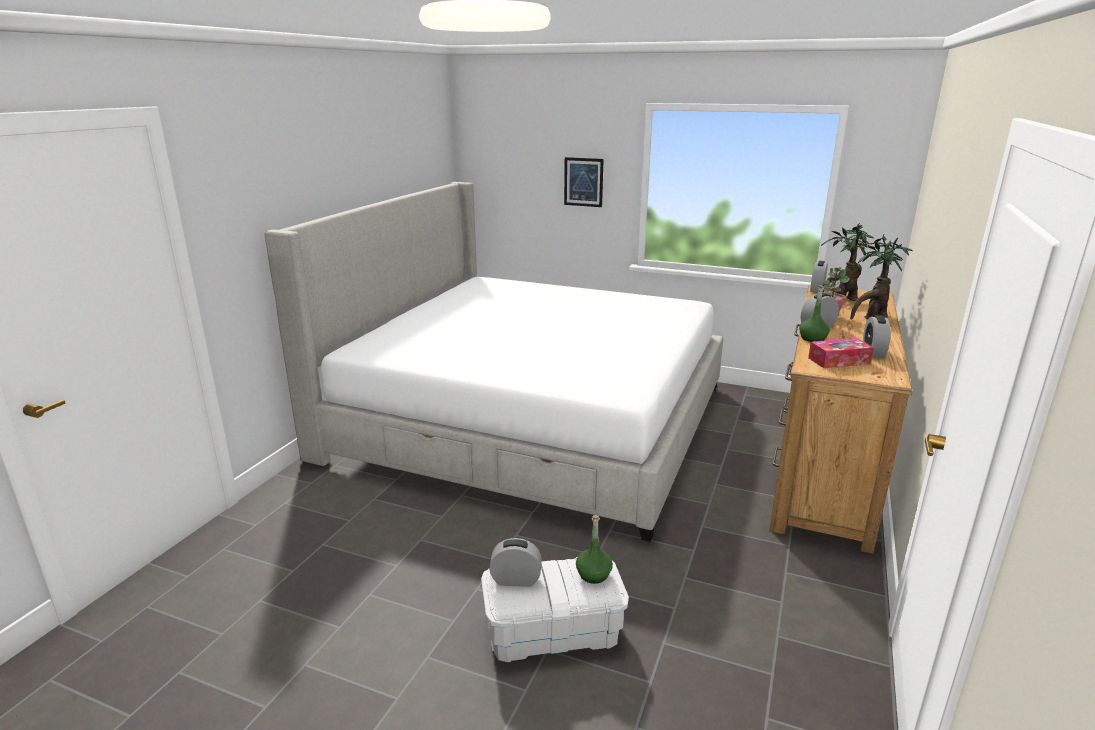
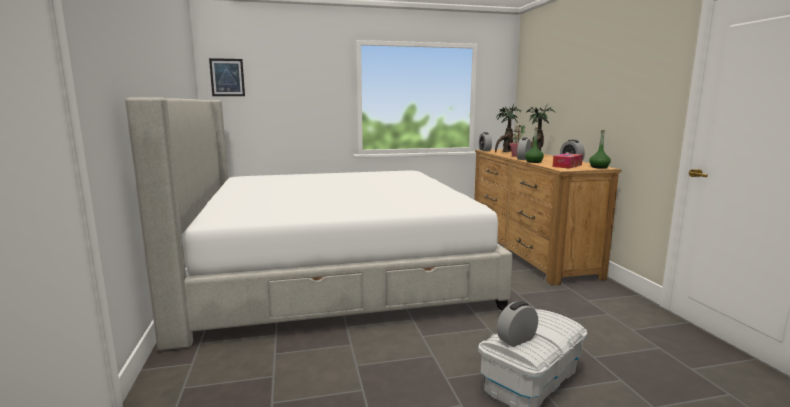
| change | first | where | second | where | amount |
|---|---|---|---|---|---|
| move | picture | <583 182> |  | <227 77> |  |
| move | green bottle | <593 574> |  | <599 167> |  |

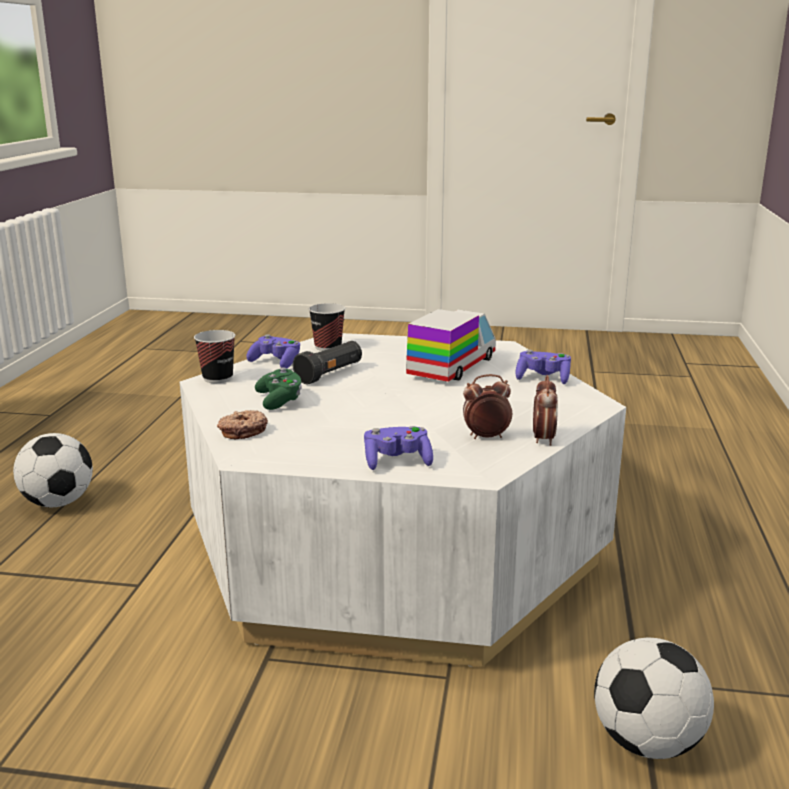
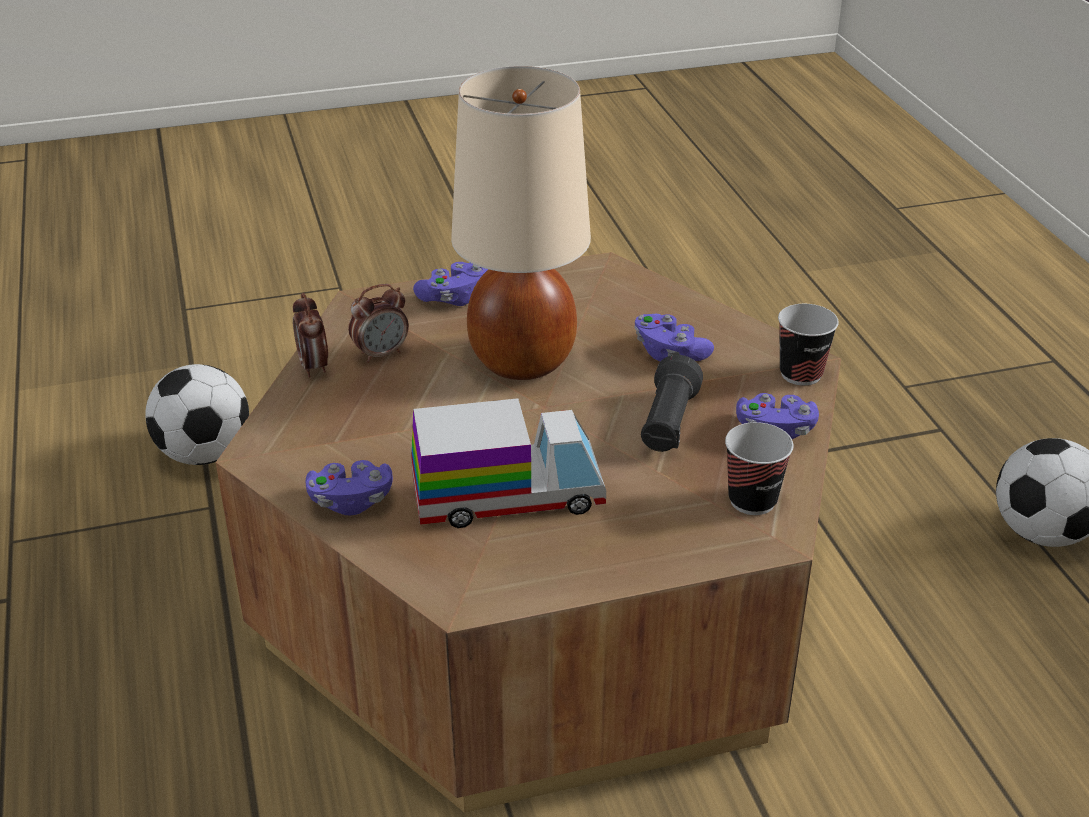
| change | first | where | second | where | amount |
|---|---|---|---|---|---|
| delete | donut | <242 431> |  |  |  |
| insert |  |  | beige table lamp | <523 362> |  |
| recolor | white coffee table | <394 549> | brown coffee table | <543 594> |  |
| recolor | green game controller | <280 400> | purple game controller | <669 353> |  |
| rotate | toy truck | <452 367> |  | <508 496> | 105 degrees counterclockwise |

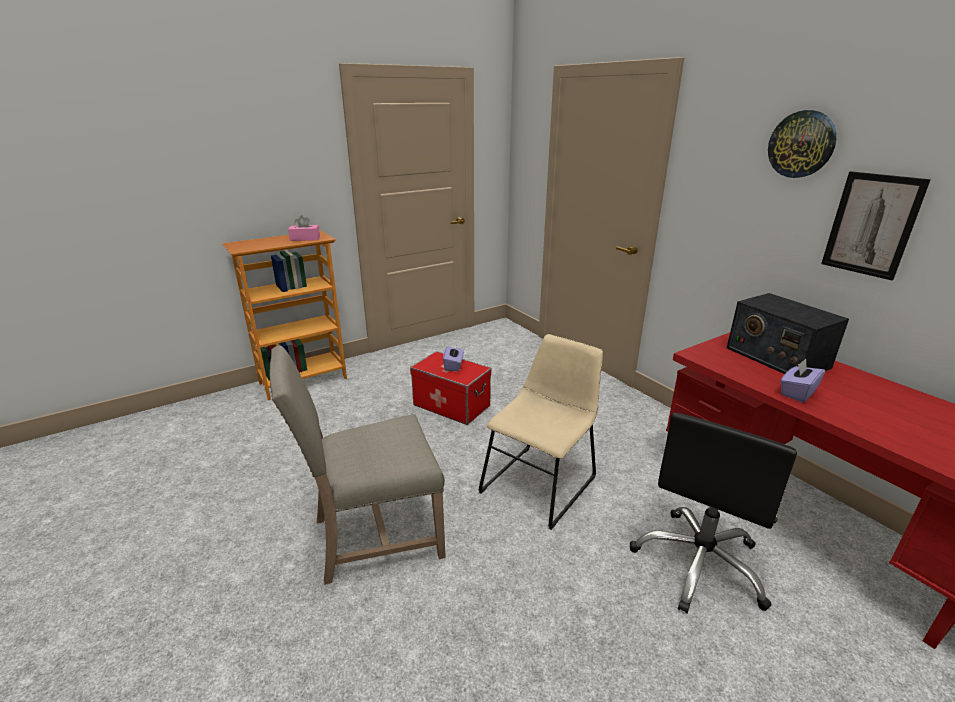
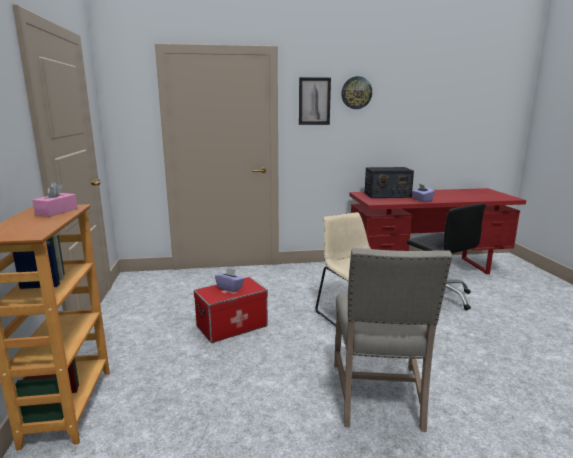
| change | first | where | second | where | amount |
|---|---|---|---|---|---|
| move | picture | <871 225> |  | <314 101> |  |

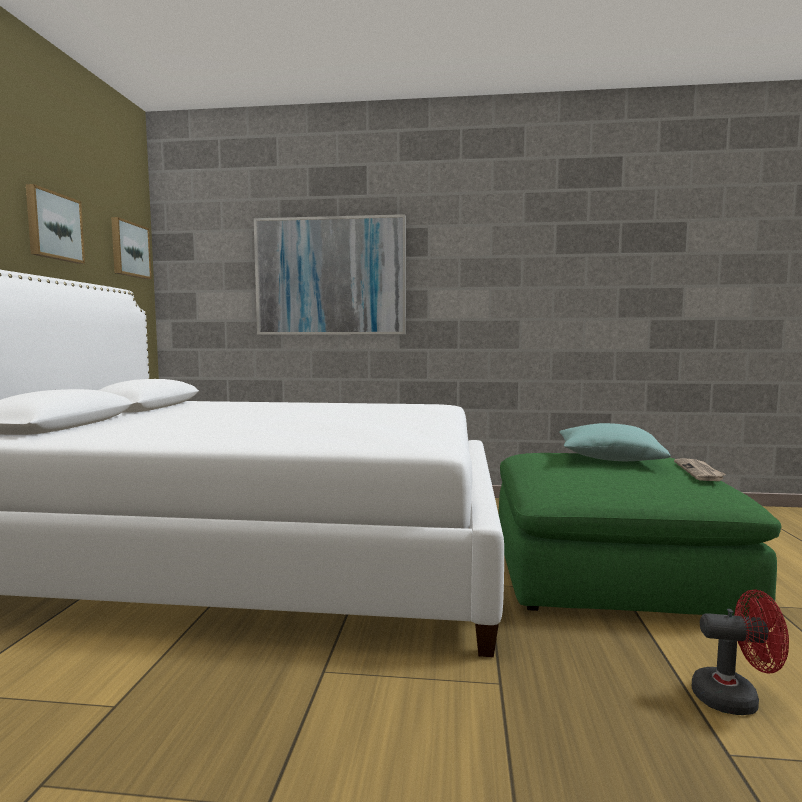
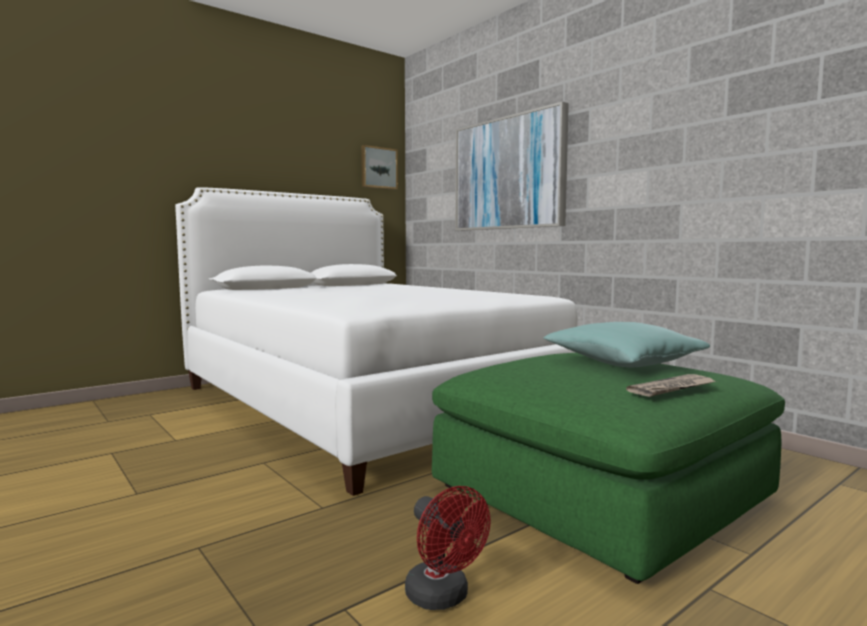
| change | first | where | second | where | amount |
|---|---|---|---|---|---|
| delete | picture | <53 226> |  |  |  |

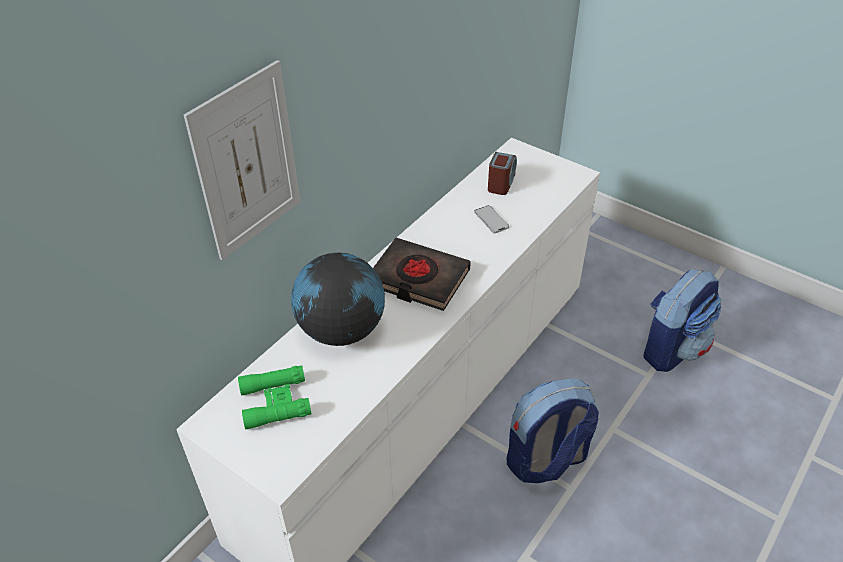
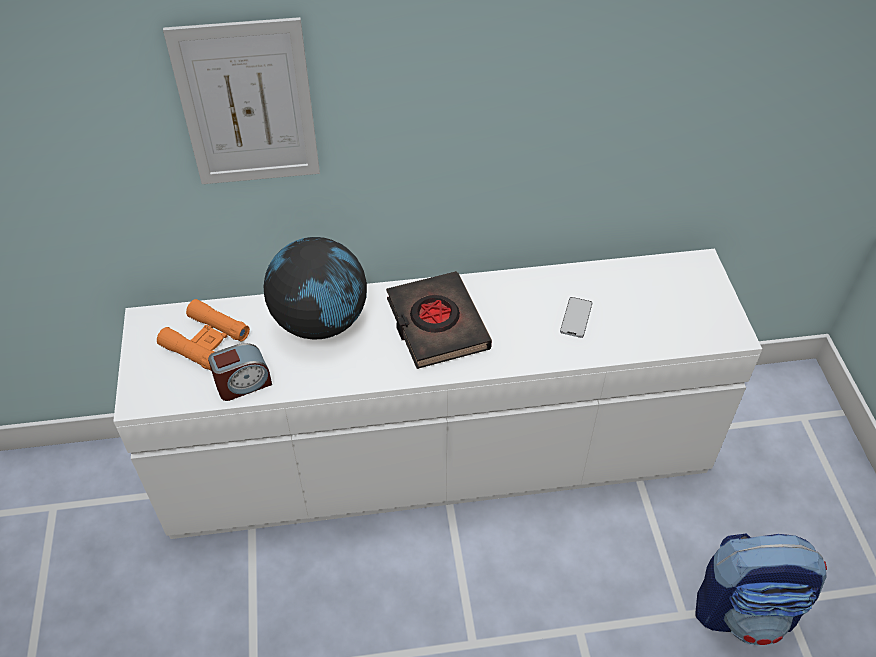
| change | first | where | second | where | amount |
|---|---|---|---|---|---|
| delete | backpack | <546 460> |  |  |  |
| move | alarm clock | <501 183> |  | <243 384> |  |
| recolor | green binoculars | <275 401> | orange binoculars | <205 341> |  |

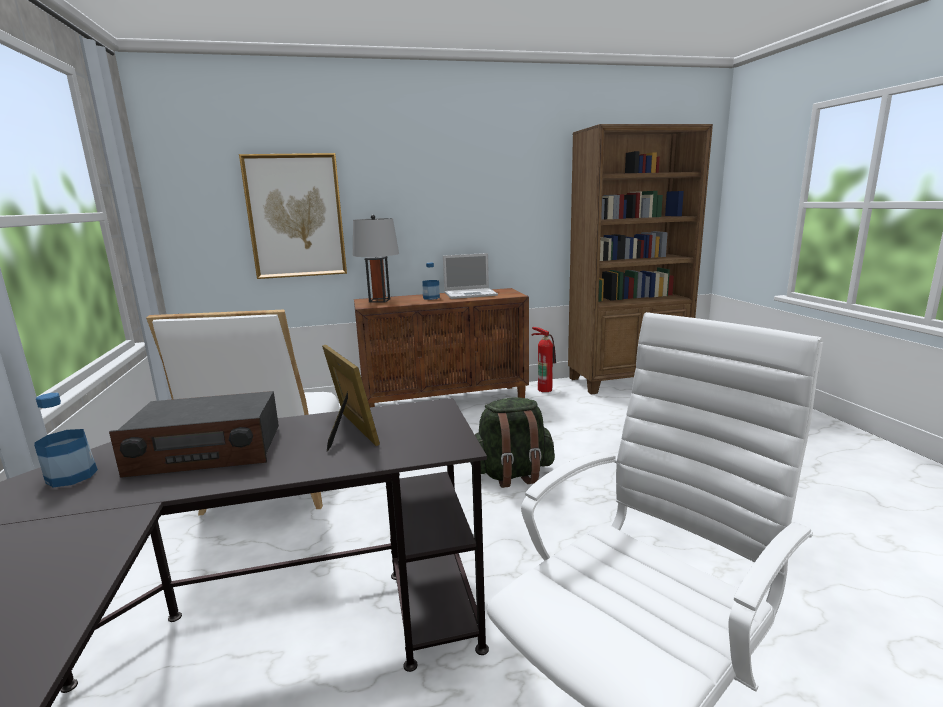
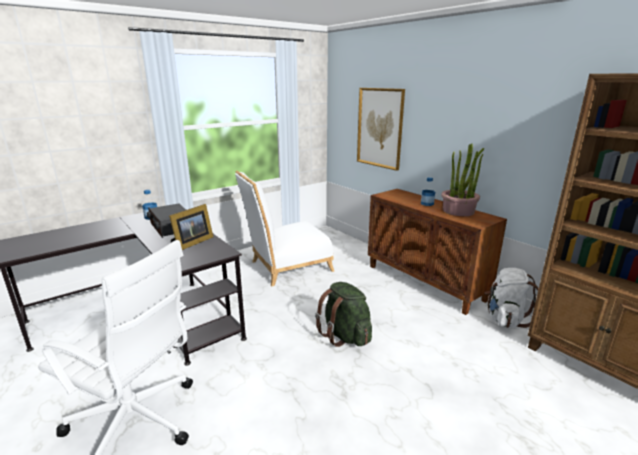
| change | first | where | second | where | amount |
|---|---|---|---|---|---|
| delete | grey table lamp | <379 300> |  |  |  |
| replace | laptop | <471 294> | potted plant | <458 211> |  |
| replace | fire extinguisher | <544 389> | white backpack | <505 319> |  |

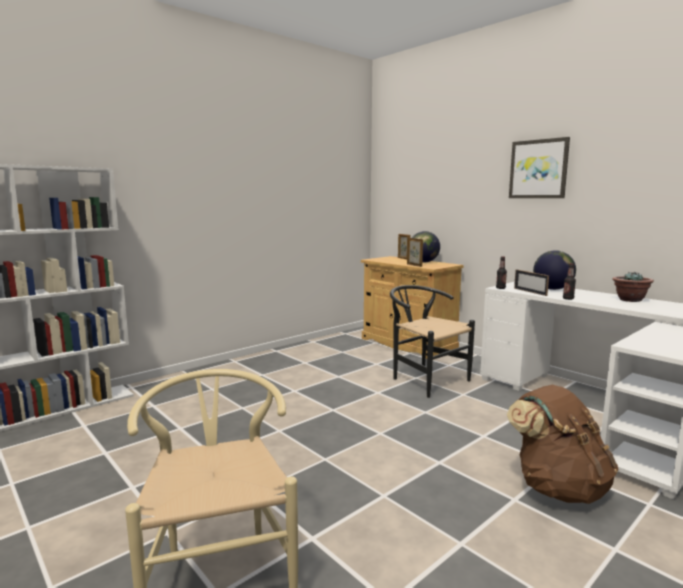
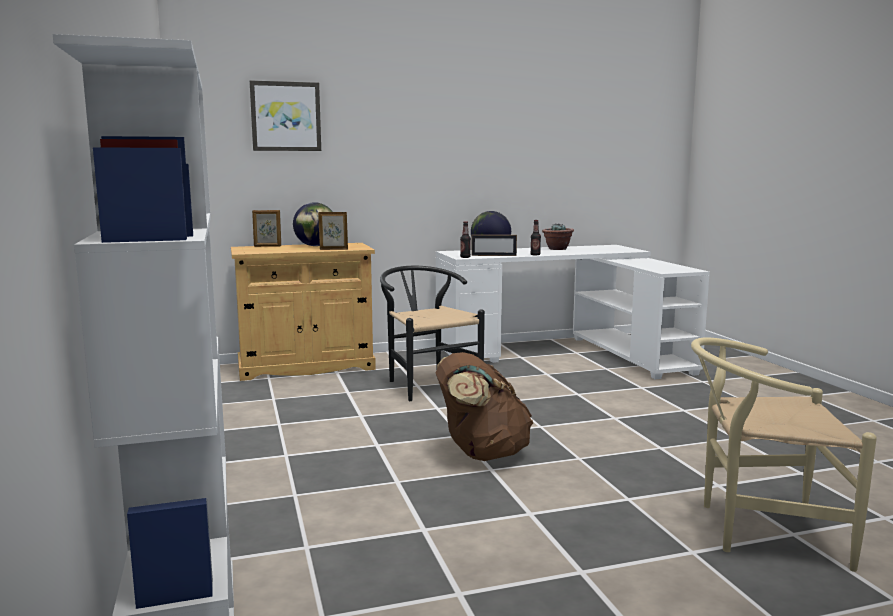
| change | first | where | second | where | amount |
|---|---|---|---|---|---|
| move | brown backpack | <557 487> |  | <481 453> |  |
| move | picture | <538 169> |  | <286 116> |  |
| rotate | black chair | <424 379> |  | <427 383> | 75 degrees clockwise |

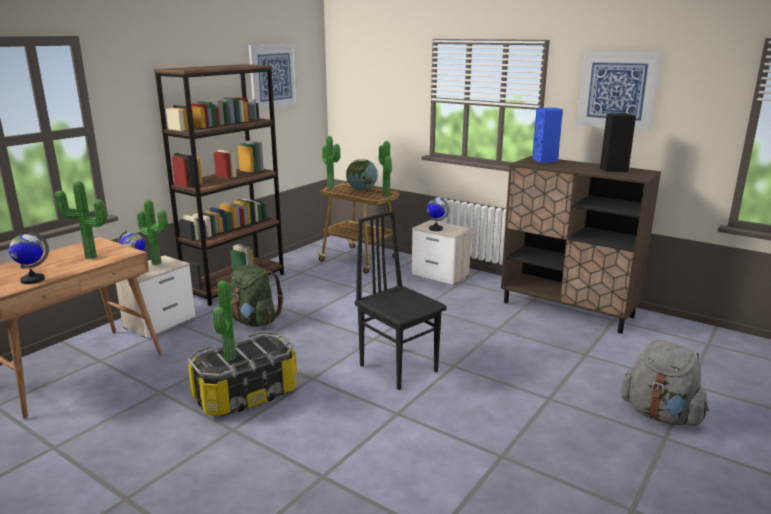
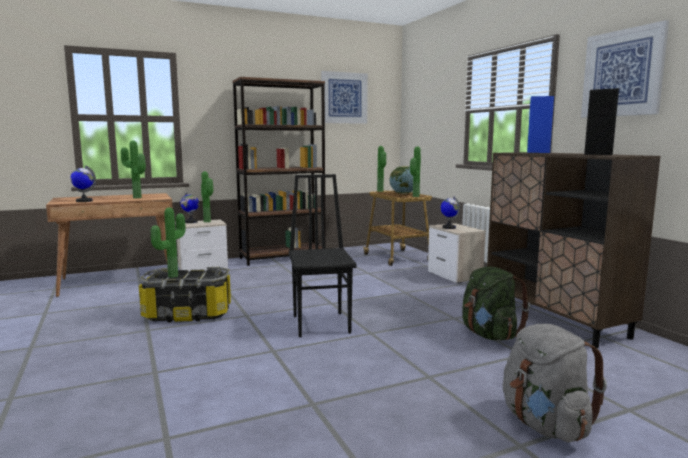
| change | first | where | second | where | amount |
|---|---|---|---|---|---|
| move | green backpack | <254 321> |  | <489 335> |  |

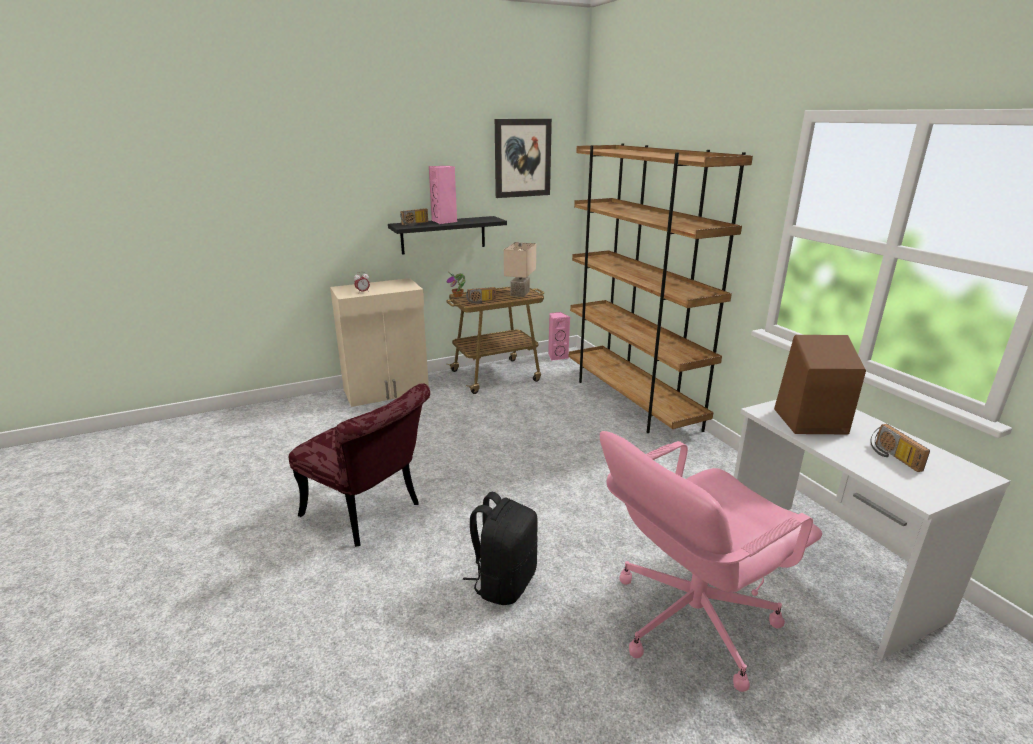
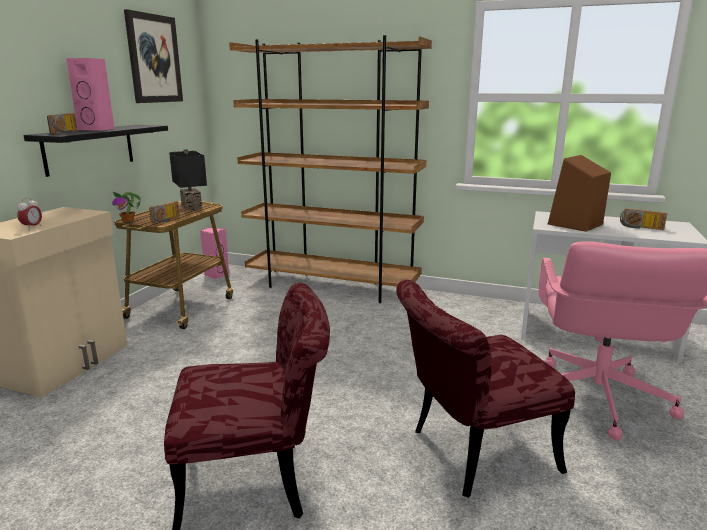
| change | first | where | second | where | amount |
|---|---|---|---|---|---|
| replace | black backpack | <504 582> | red chair | <470 453> |  |
| recolor | beige table lamp | <521 293> | black table lamp | <193 207> |  |

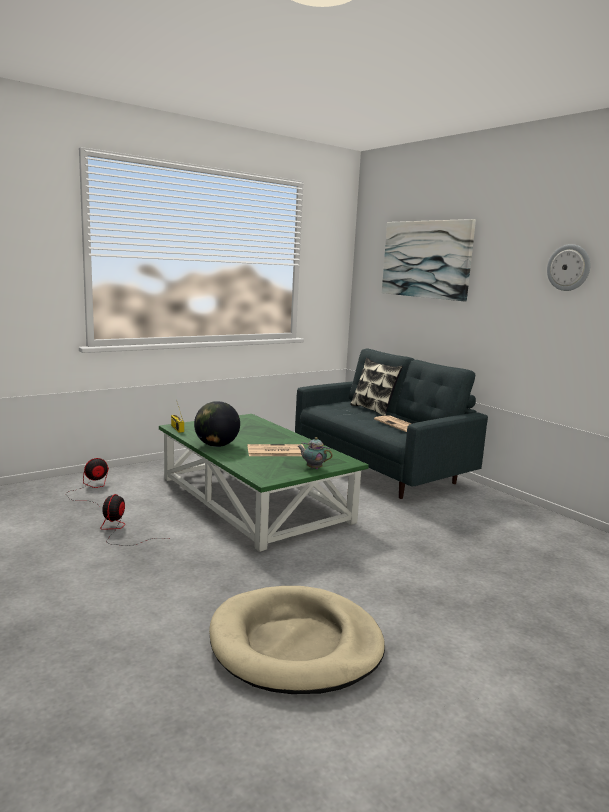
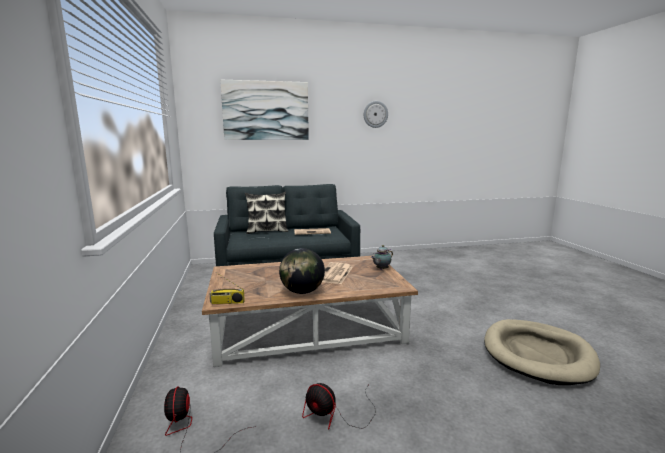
| change | first | where | second | where | amount |
|---|---|---|---|---|---|
| recolor | green coffee table | <255 499> | brown coffee table | <309 327> |  |

